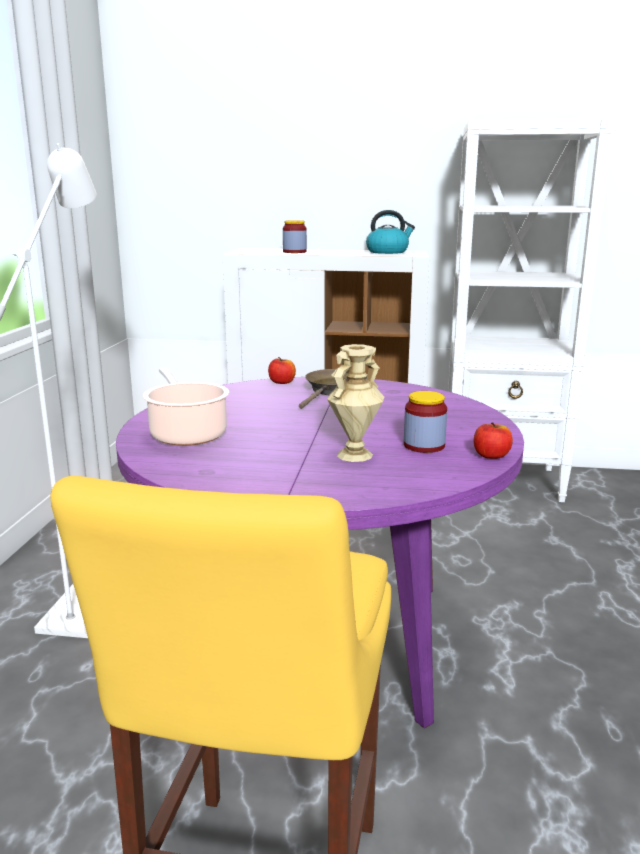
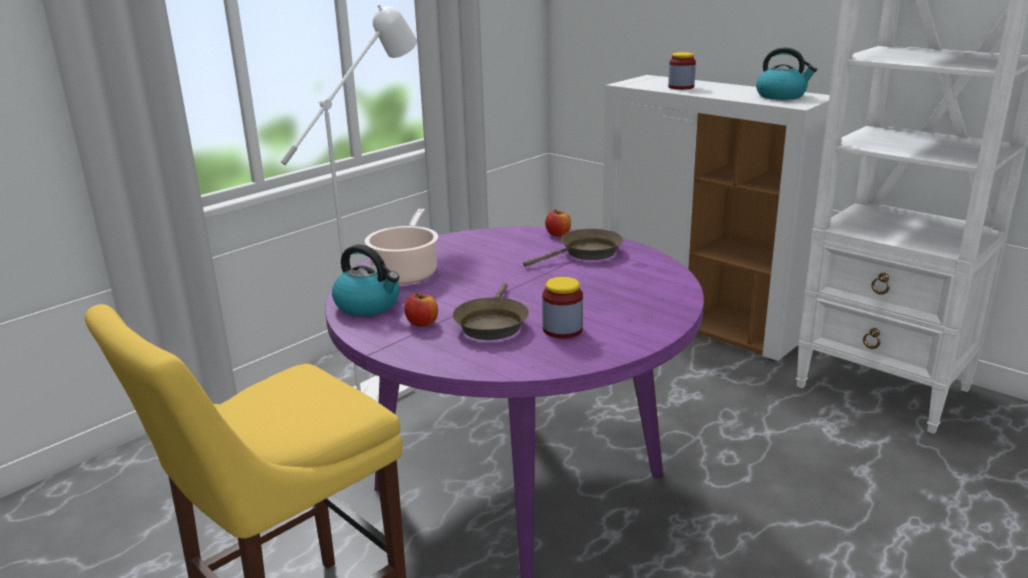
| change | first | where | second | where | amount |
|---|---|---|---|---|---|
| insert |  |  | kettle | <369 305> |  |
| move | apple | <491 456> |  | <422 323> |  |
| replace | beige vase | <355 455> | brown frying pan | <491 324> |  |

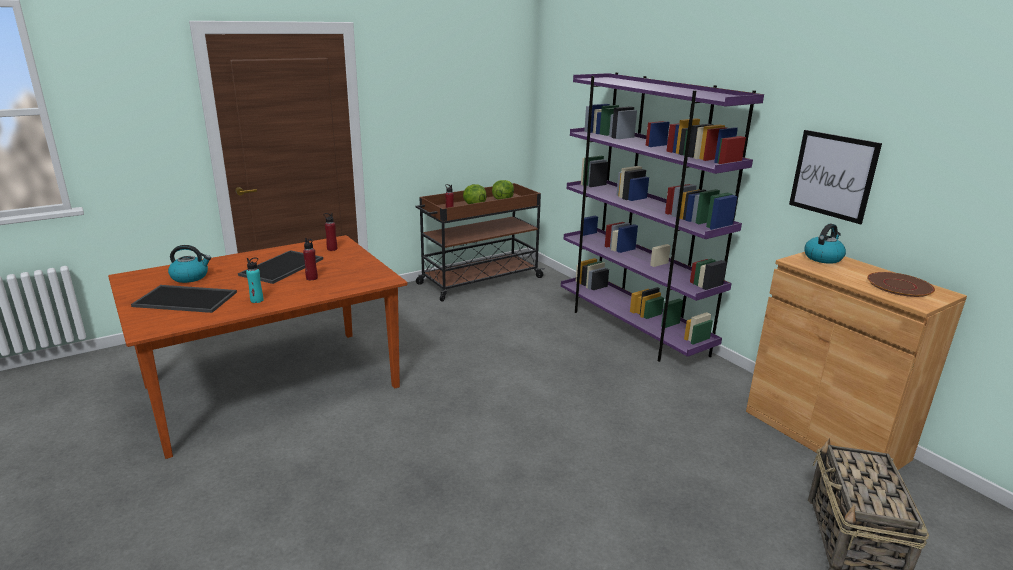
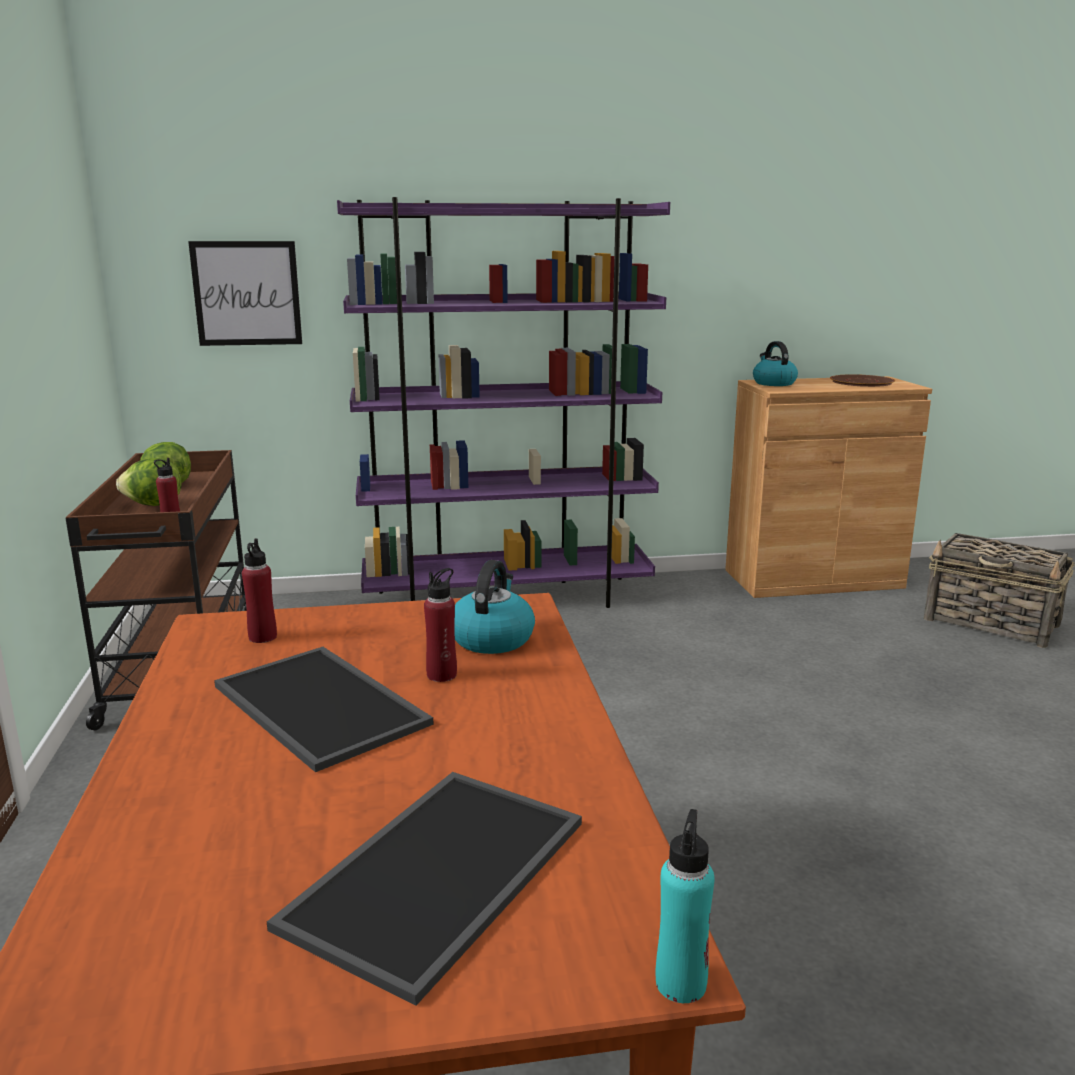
| change | first | where | second | where | amount |
|---|---|---|---|---|---|
| move | kettle | <190 277> |  | <492 638> |  |
| move | turquoise bottle | <257 300> |  | <681 983> |  |
| move | picture | <833 175> |  | <247 293> |  |

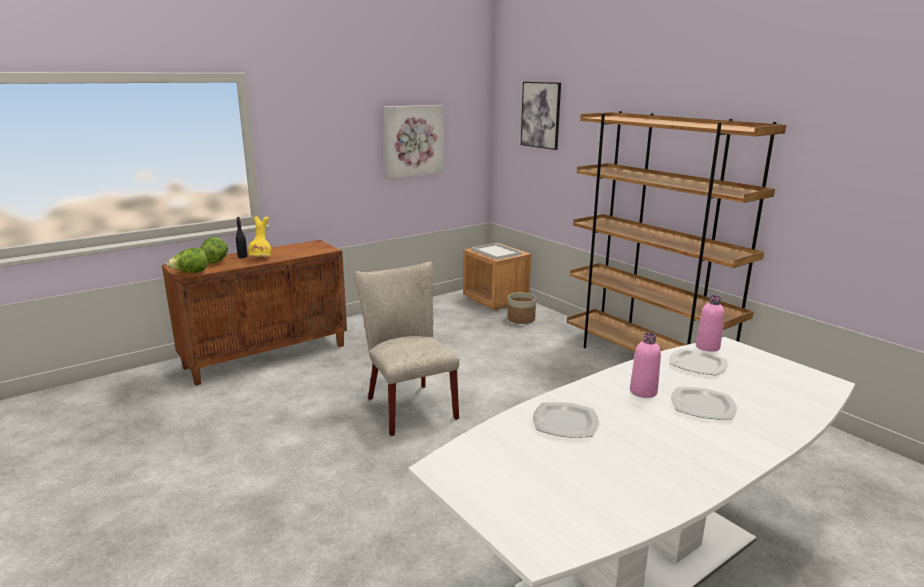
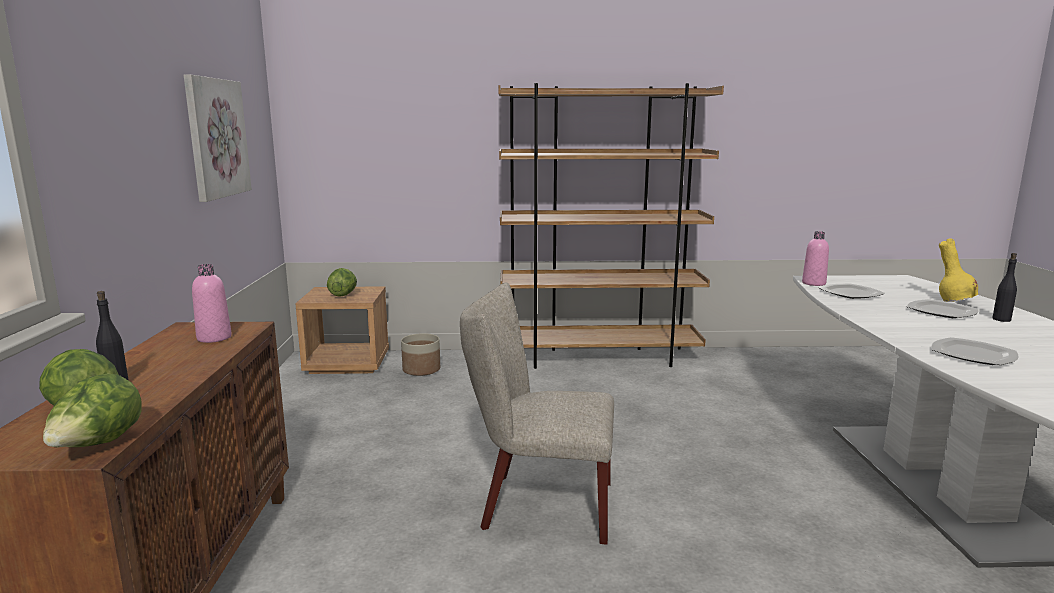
| change | first | where | second | where | amount |
|---|---|---|---|---|---|
| delete | picture | <541 115> |  |  |  |
| insert |  |  | black bottle | <1001 319> |  |
| move | yellow vase | <261 258> |  | <954 301> |  |
| move | pink bottle | <643 391> |  | <214 338> |  |
| replace | white tray | <495 252> | lettuce | <343 295> |  |

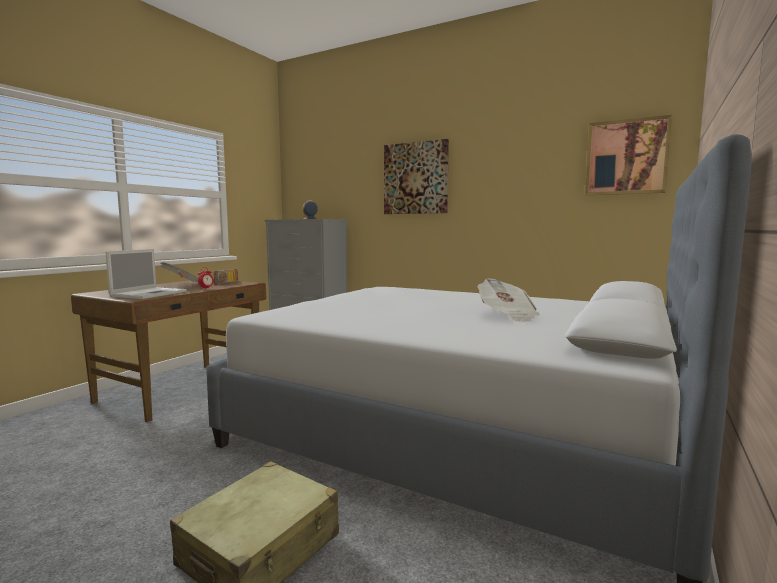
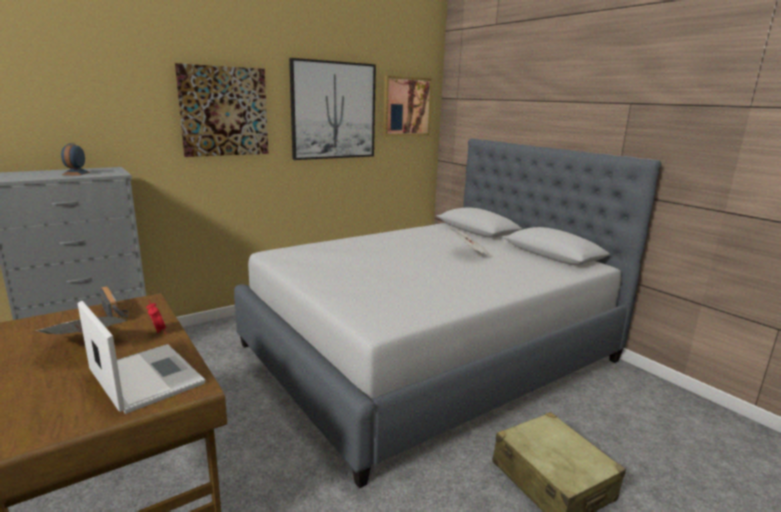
| change | first | where | second | where | amount |
|---|---|---|---|---|---|
| insert |  |  | picture | <333 111> |  |

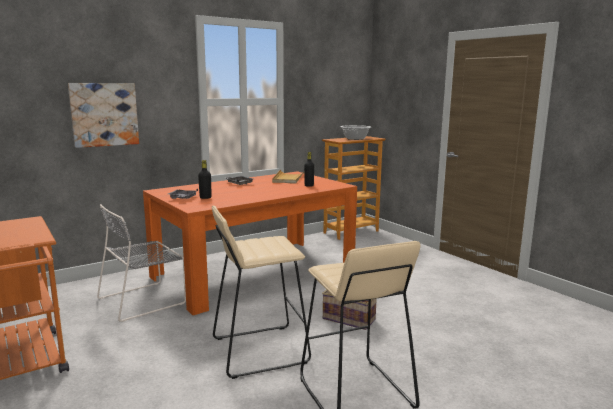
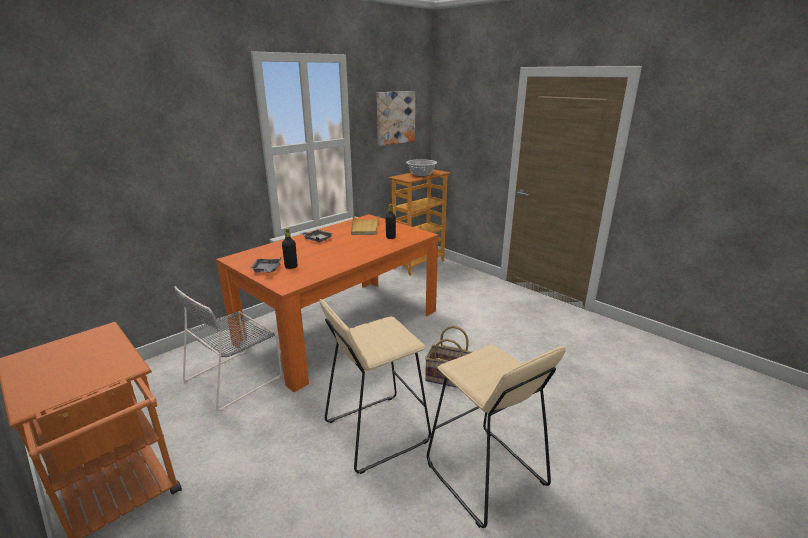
| change | first | where | second | where | amount |
|---|---|---|---|---|---|
| move | picture | <104 114> |  | <395 117> |  |

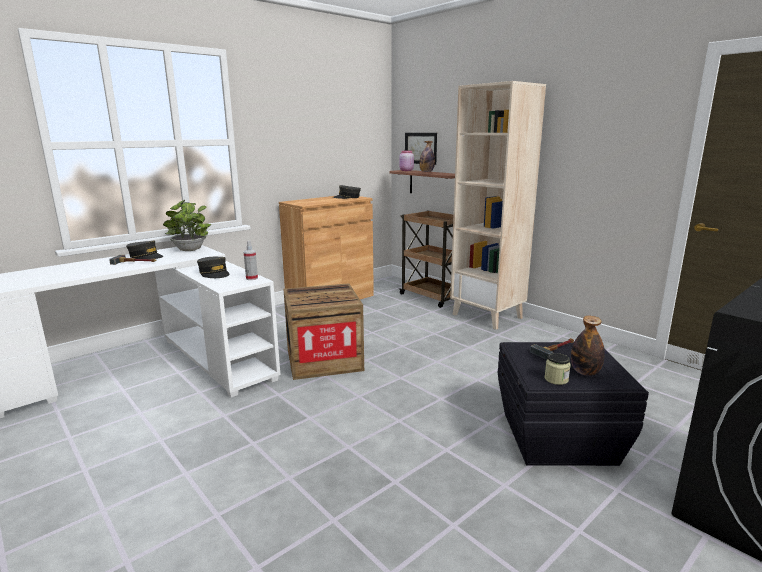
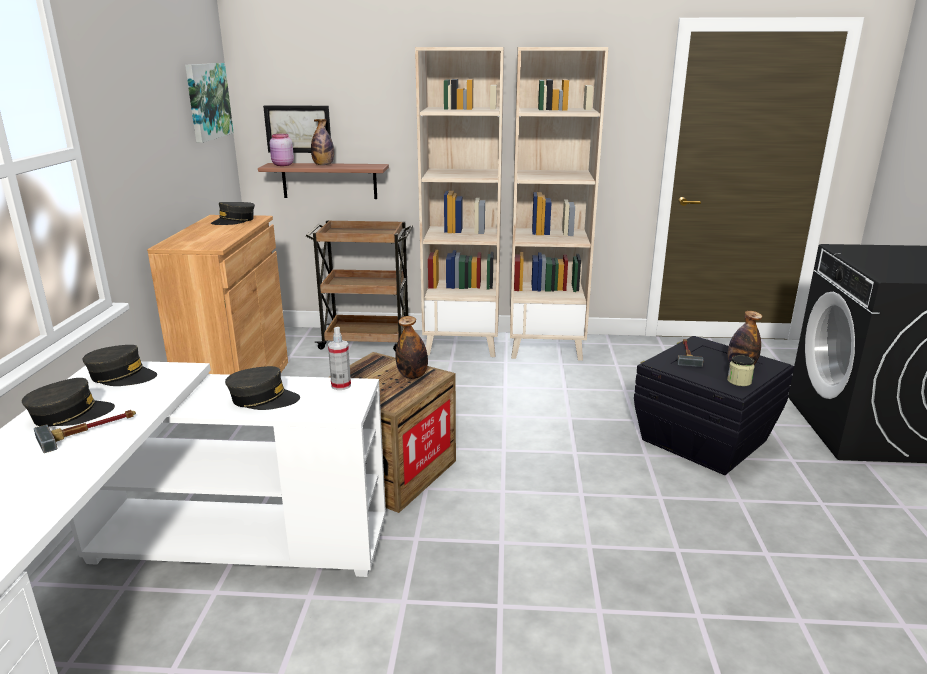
| change | first | where | second | where | amount |
|---|---|---|---|---|---|
| insert |  |  | picture | <207 101> |  |
| insert |  |  | bottle | <412 376> |  |
| insert |  |  | beige bookcase | <546 347> |  |
| replace | potted plant | <189 250> | grey cap | <122 376> |  |

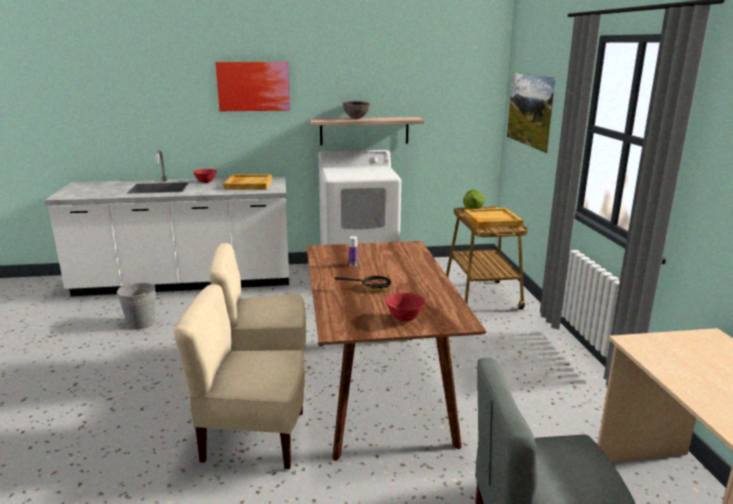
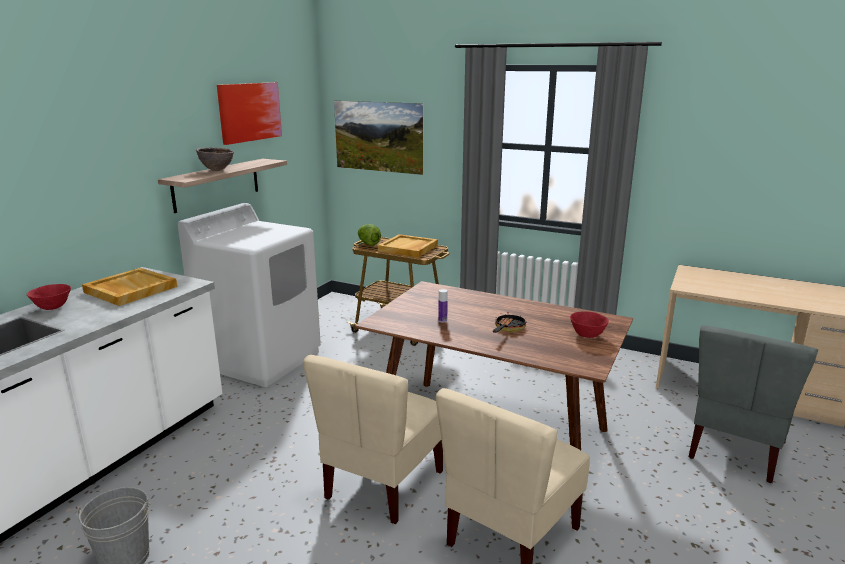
| change | first | where | second | where | amount |
|---|---|---|---|---|---|
| move | picture | <253 86> |  | <249 112> |  |

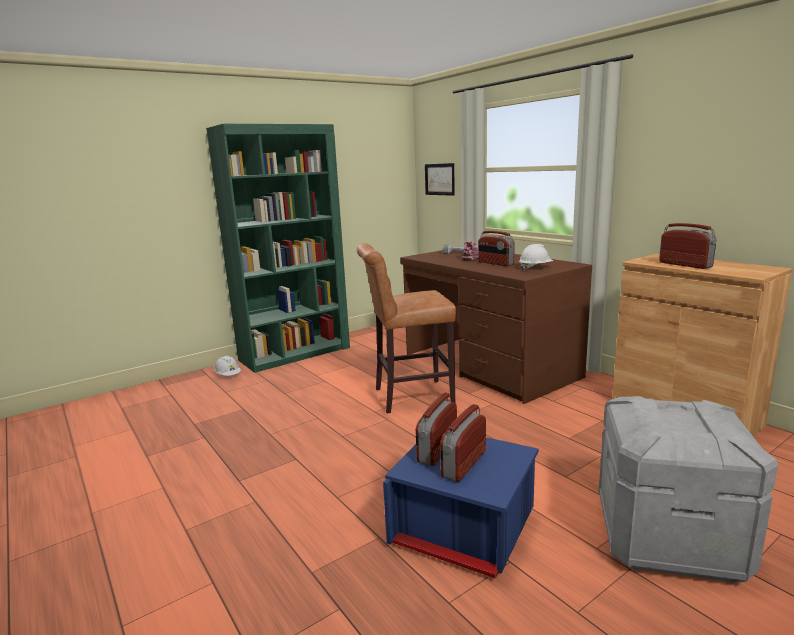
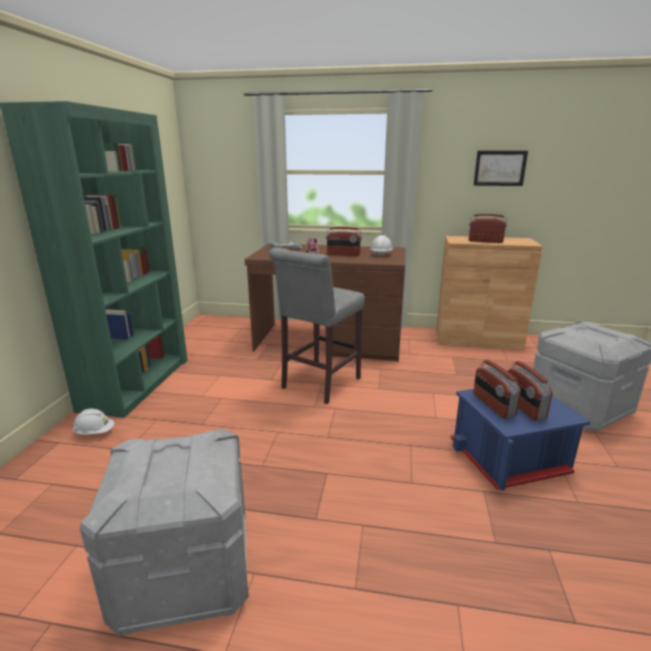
| change | first | where | second | where | amount |
|---|---|---|---|---|---|
| insert |  |  | grey storage box | <184 572> |  |
| move | picture | <439 179> |  | <500 168> |  |
| recolor | brown stool | <409 397> | grey stool | <318 385> |  |

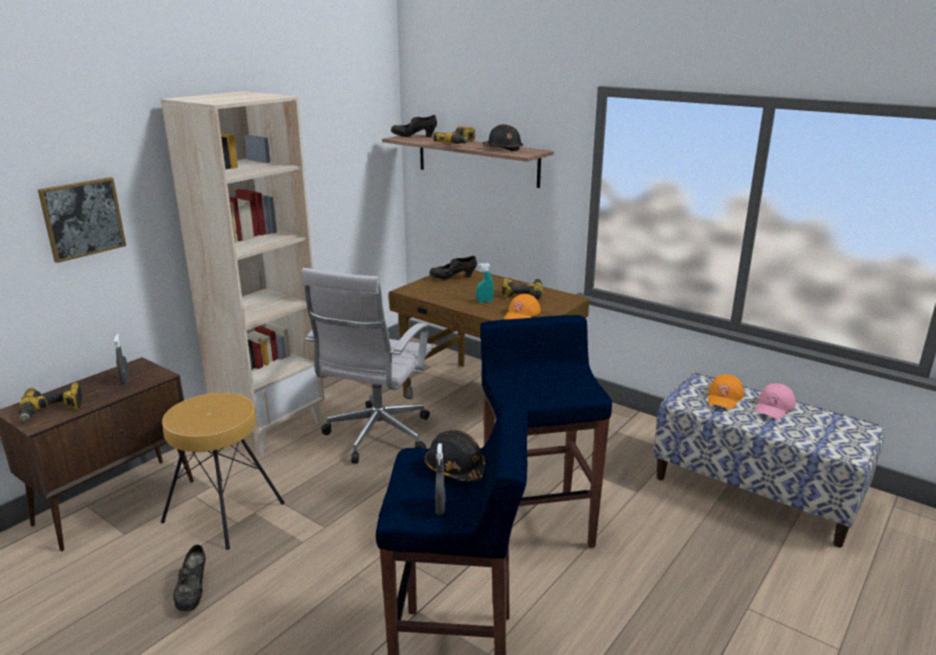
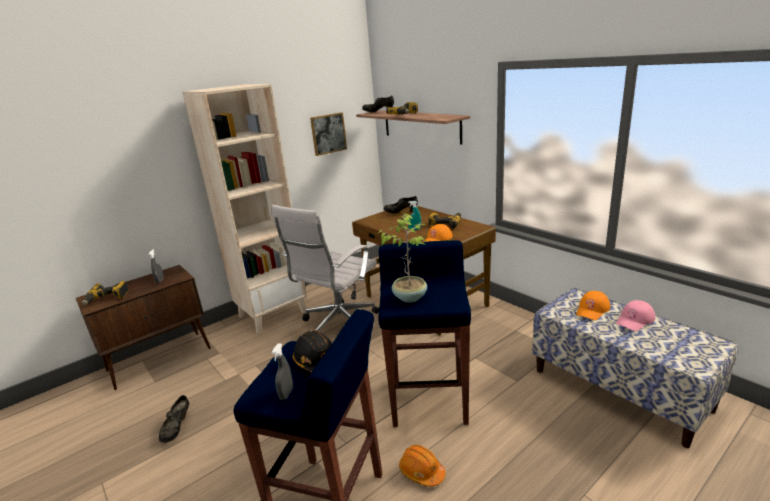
| change | first | where | second | where | amount |
|---|---|---|---|---|---|
| delete | brown stool | <224 511> |  |  |  |
| delete | black hard hat | <503 149> |  |  |  |
| insert |  |  | potted plant | <410 297> |  |
| insert |  |  | orange hard hat | <421 471> |  |
| move | picture | <83 218> |  | <328 133> |  |

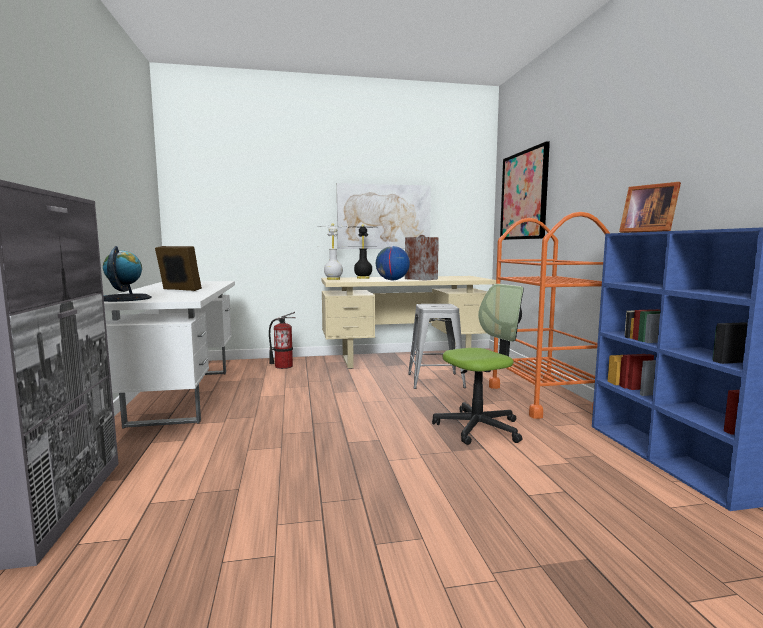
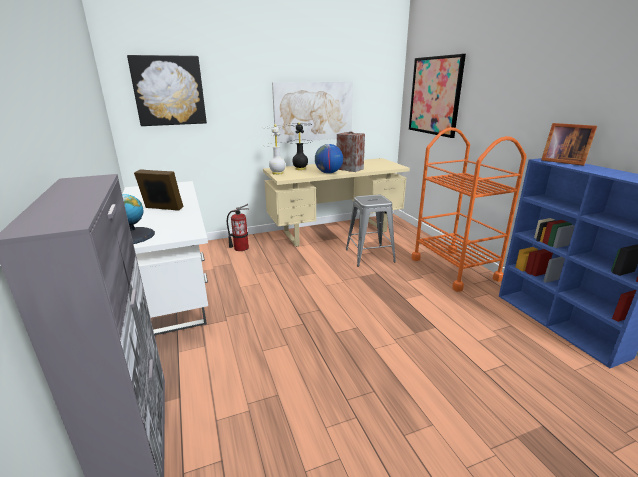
| change | first | where | second | where | amount |
|---|---|---|---|---|---|
| delete | office chair | <478 427> |  |  |  |
| insert |  |  | picture | <169 91> |  |

